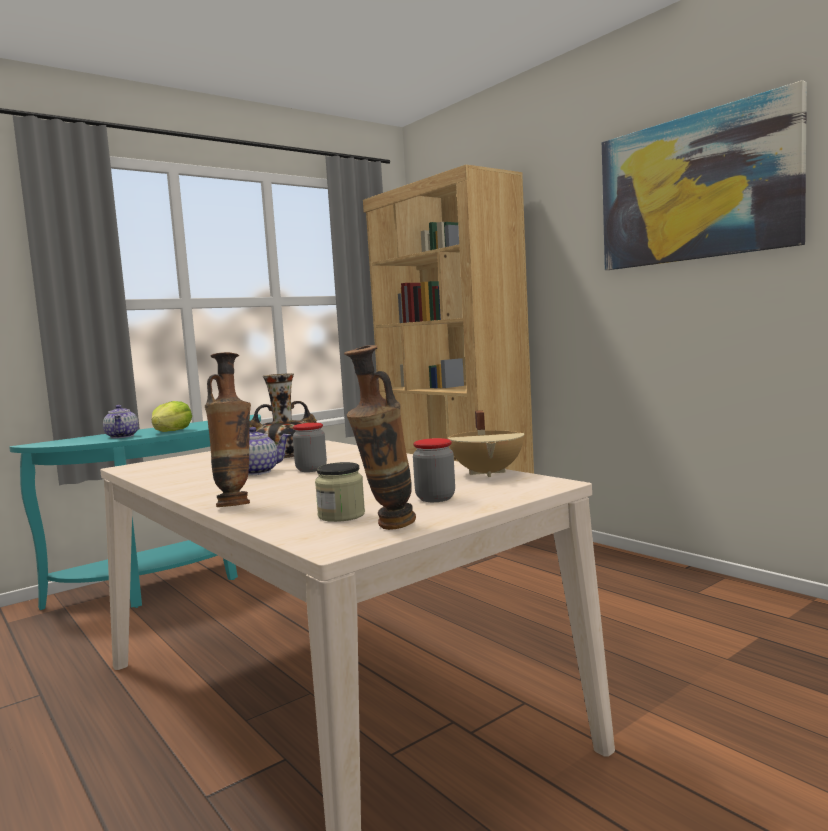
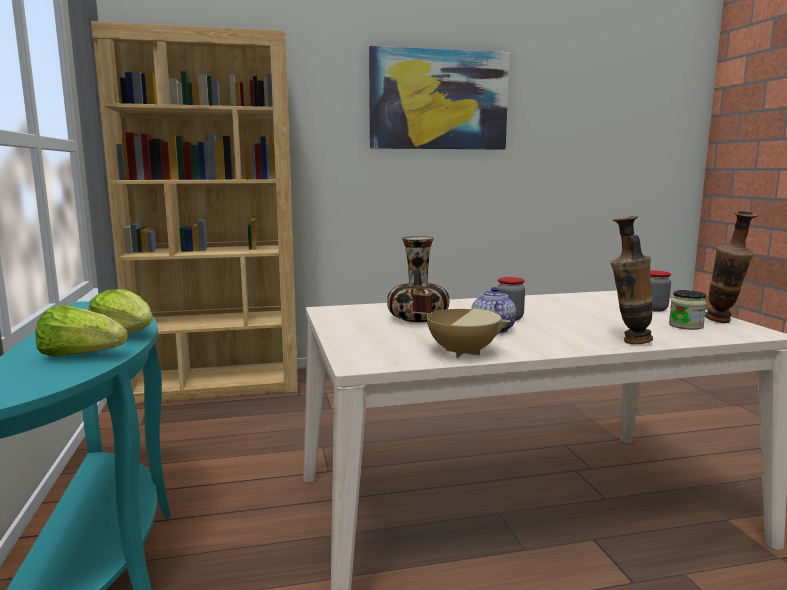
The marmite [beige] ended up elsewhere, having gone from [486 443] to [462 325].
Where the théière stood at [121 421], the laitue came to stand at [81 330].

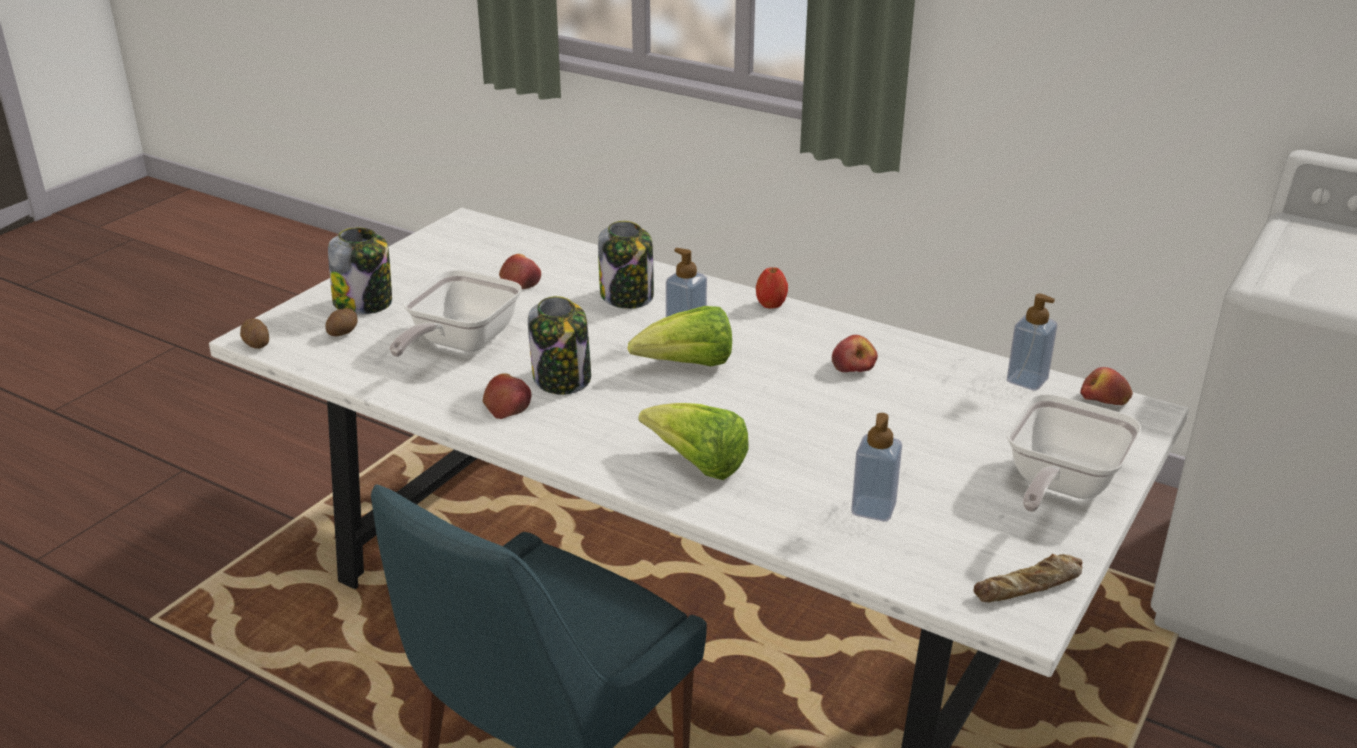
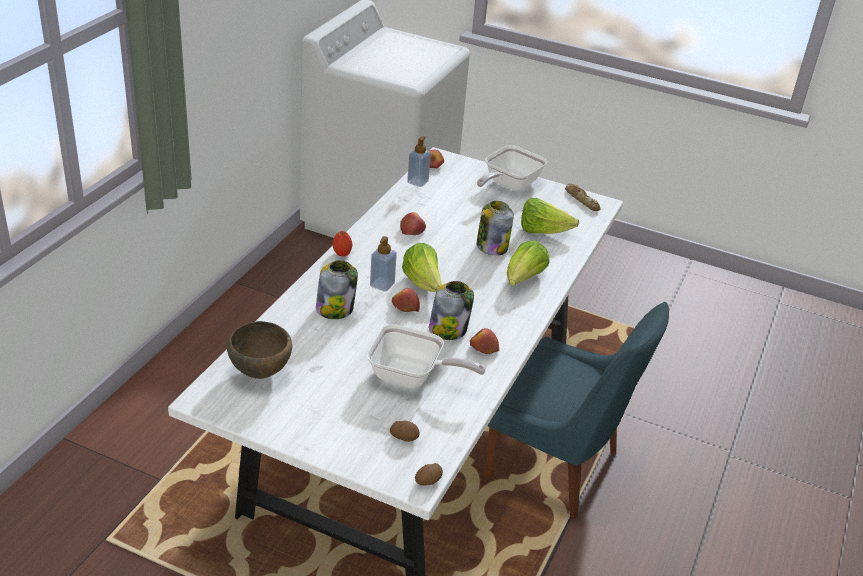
The second view gained the bol [marron] at [259 350].
The bocal ended up elsewhere, having gone from [360 270] to [495 228].
The pomme ended up elsewhere, having gone from [520 271] to [406 300].
Where the distributeur de savon stood at [876 467], the laitue came to stand at [550 216].
The poêle at [1074 453] ended up facing another way, 105 degrees clockwise from before.

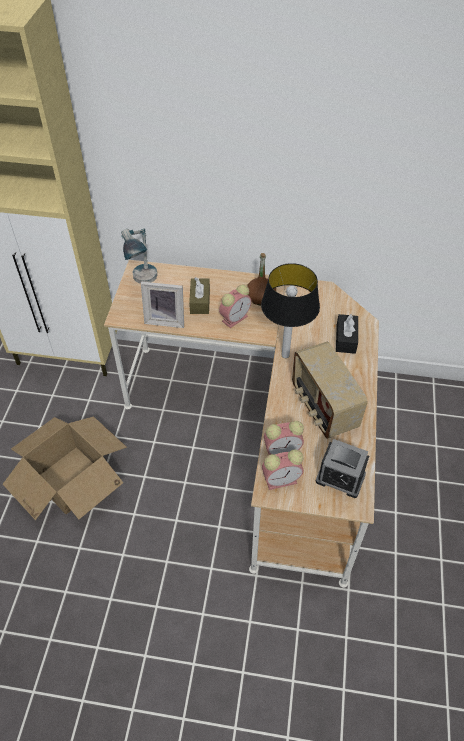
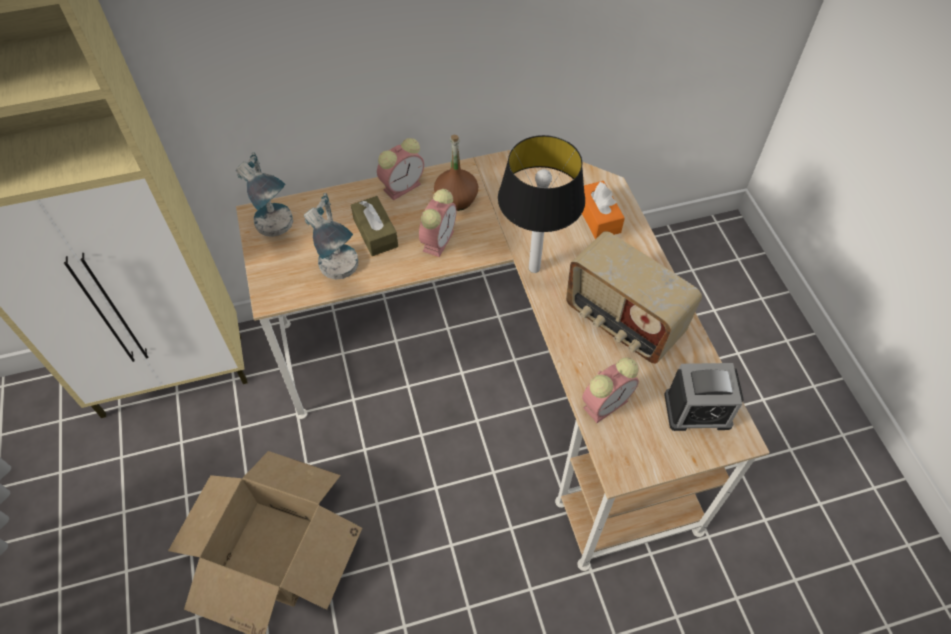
The réveil ended up elsewhere, having gone from [283 470] to [400 169].
Where the cadre photo stood at [162 305], the lampe de table came to stand at [331 236].
What was the boîte à mouchoirs [noir] at [347 334] turned into the boîte à mouchoirs [orange] at [603 210].

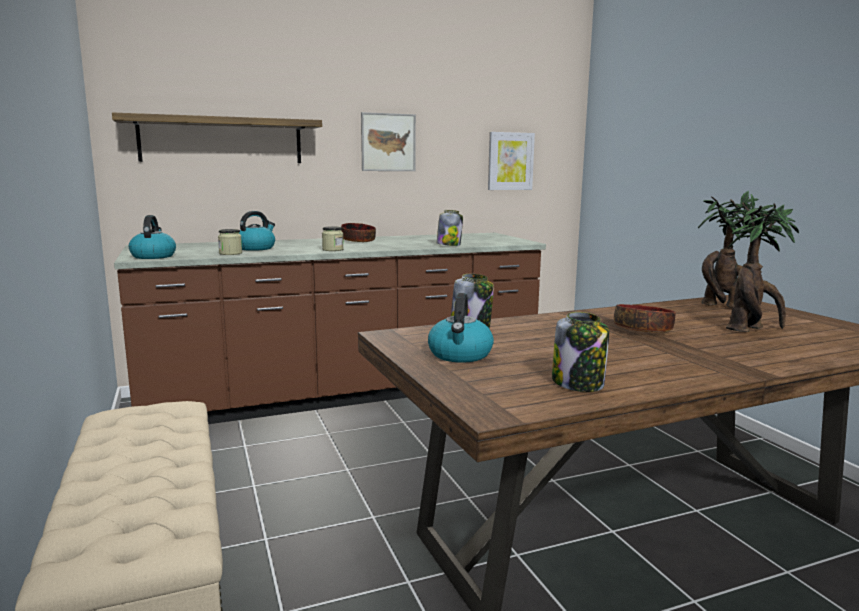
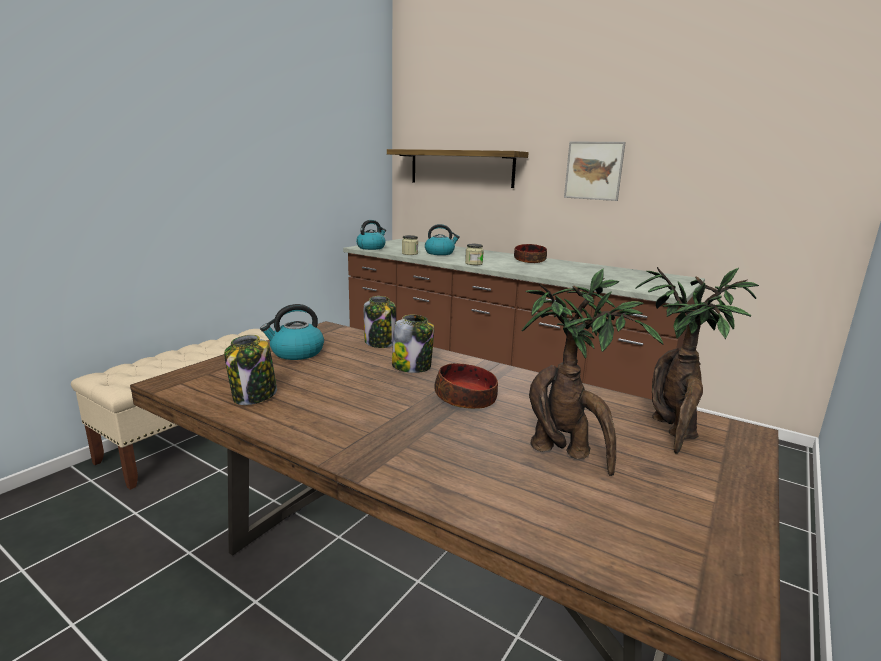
The second view lost the tableau at [511 161].
The bocal ended up elsewhere, having gone from [450 228] to [413 344].

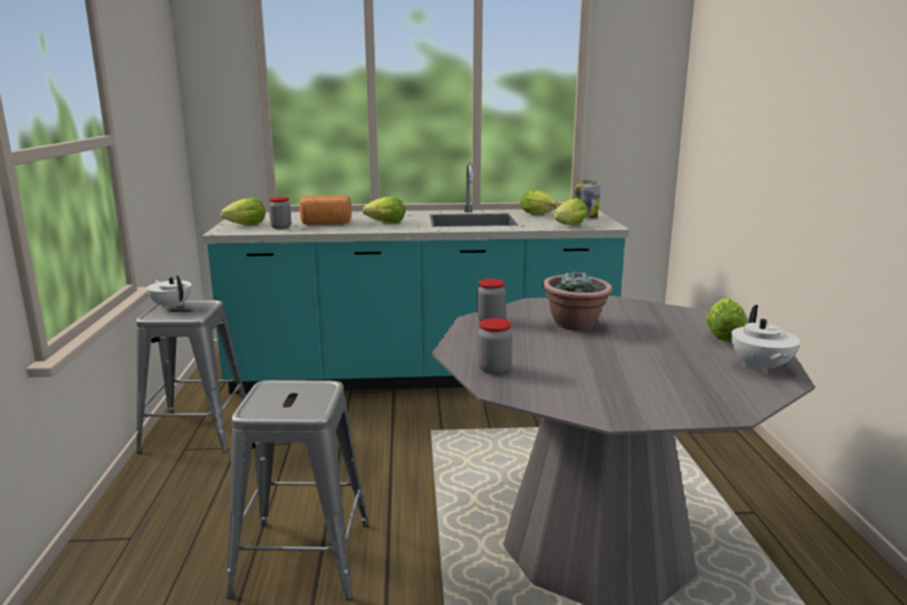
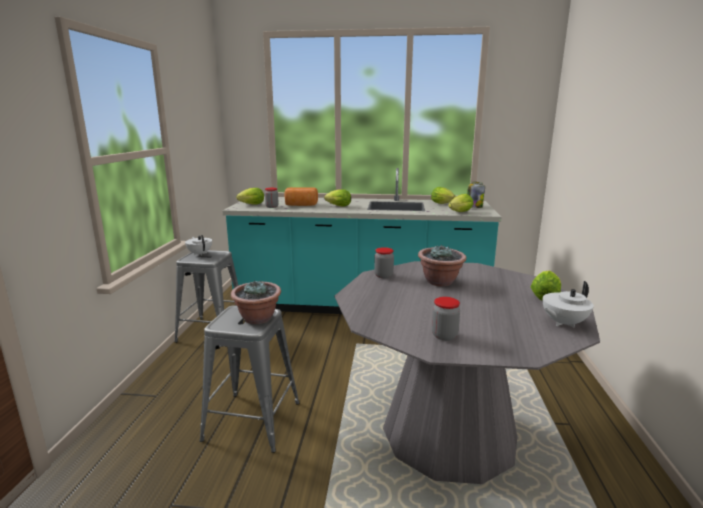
The second view gained the plante en pot at [256 302].
The bocal ended up elsewhere, having gone from [494 346] to [446 319].
The théière [blanc] at [765 339] ended up facing another way, 45 degrees clockwise from before.

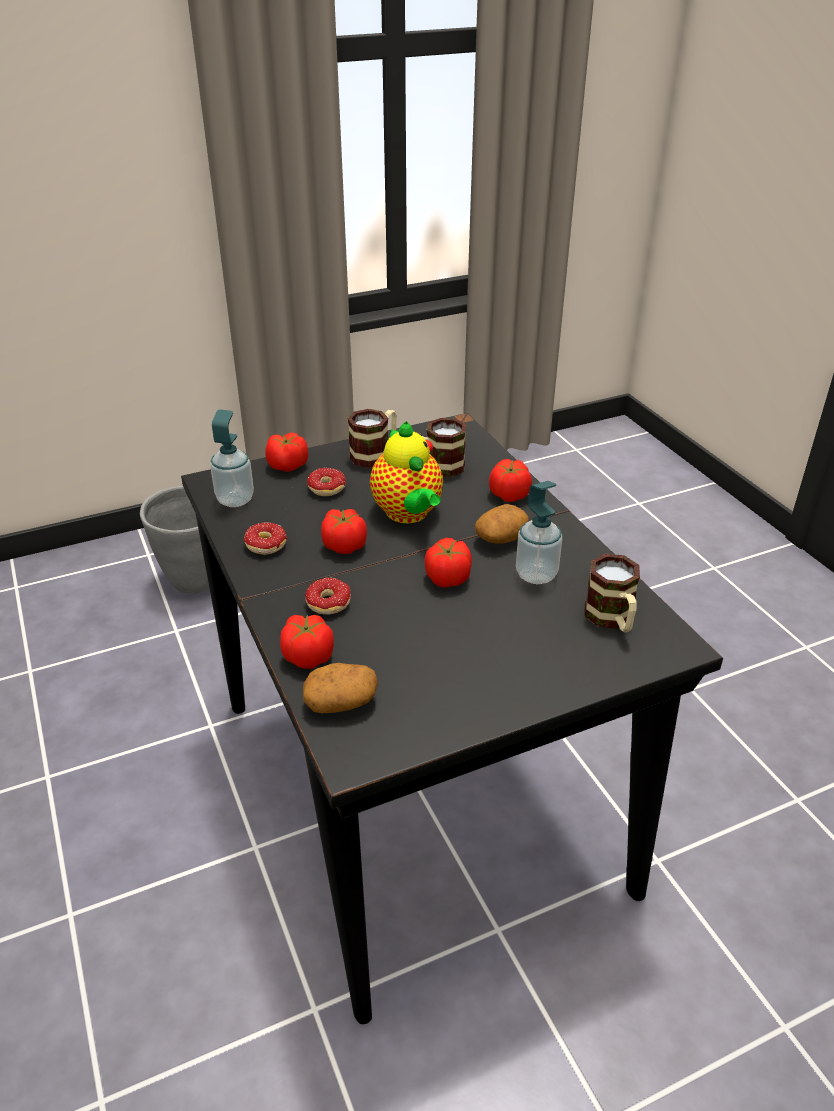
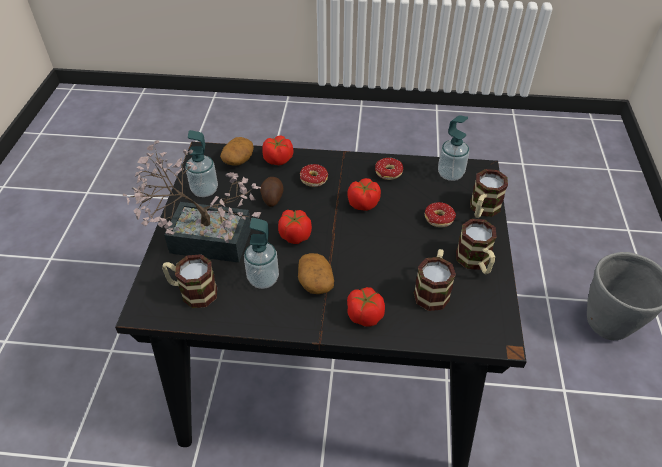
The second view lost the théière at [406 472].
The second view gained the plante en pot at [192 201].
The second view gained the distributeur de savon at [201 163].
The second view gained the pomme de terre at [272 192].
Where the tomate stood at [286 452], the mug came to stand at [489 193].

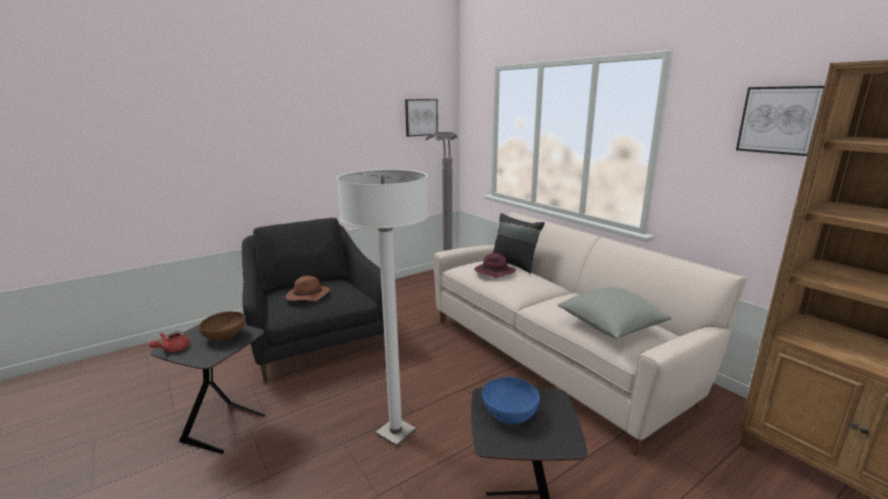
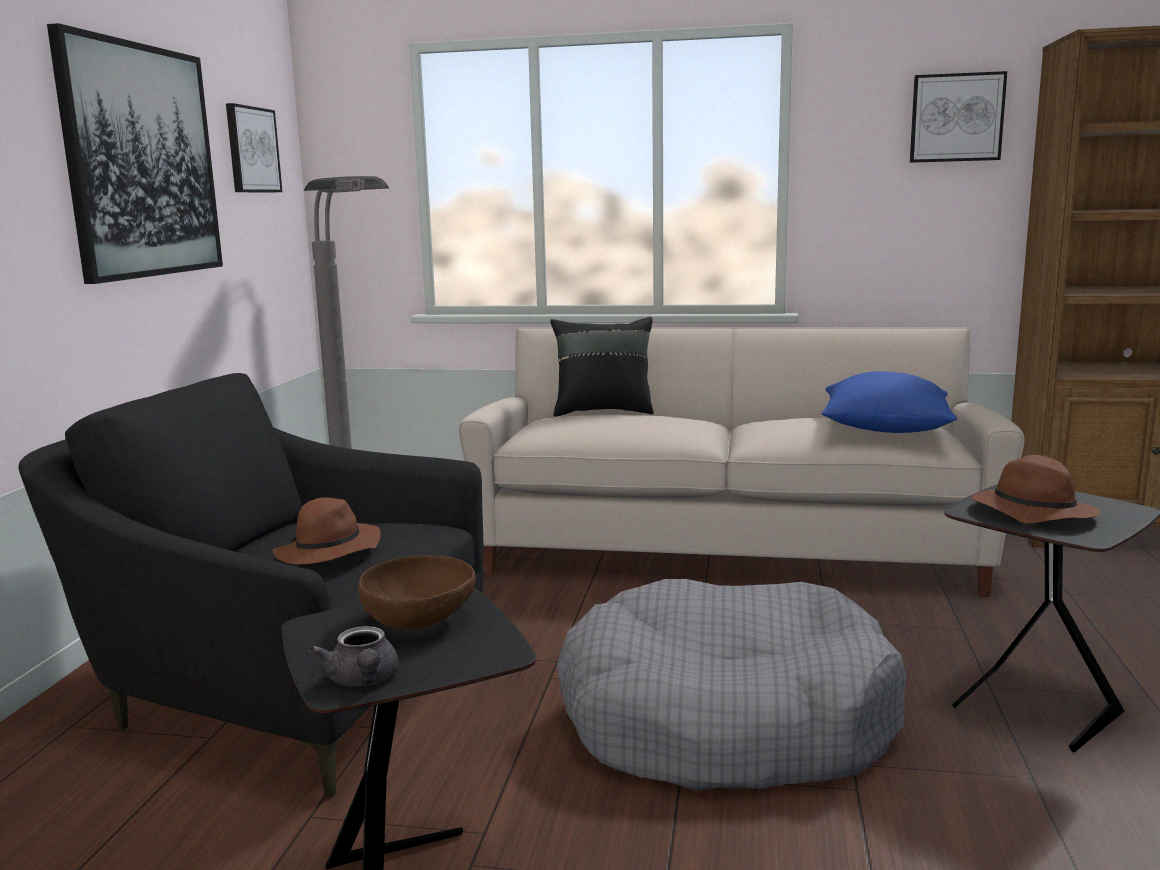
The second view lost the chapeau [violet] at [495 265].
The second view gained the tableau at [135 153].
Where the lampadaire [blanc] stood at [382 308], the panier pour chien [gris] came to stand at [732 685].
Where the bol [bleu] stood at [511 400], the chapeau [marron] came to stand at [1036 489].
What was the théière [rouge] at [169 341] turned into the théière [gris] at [354 656].
What was the coussin [gris] at [614 313] turned into the coussin [bleu] at [889 402].

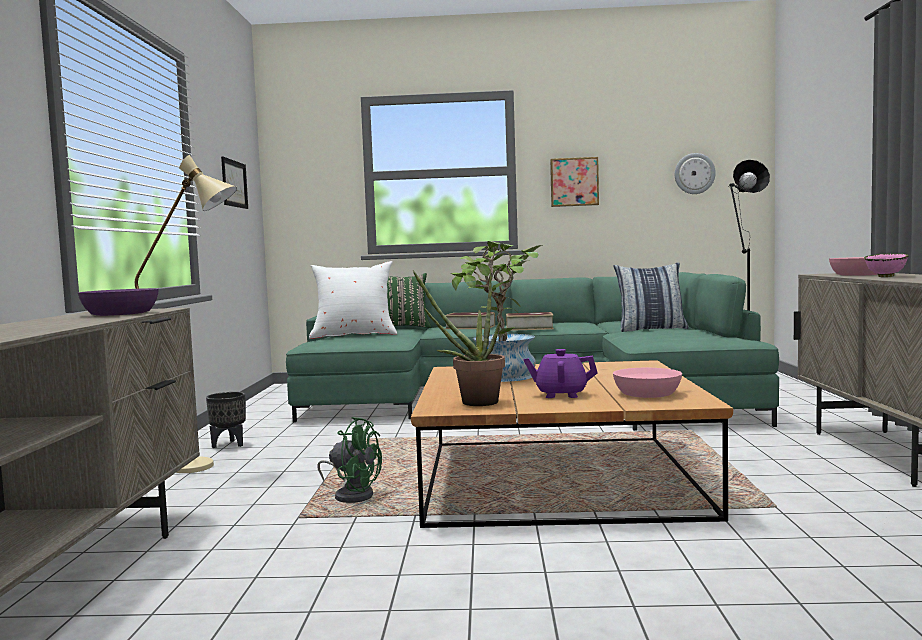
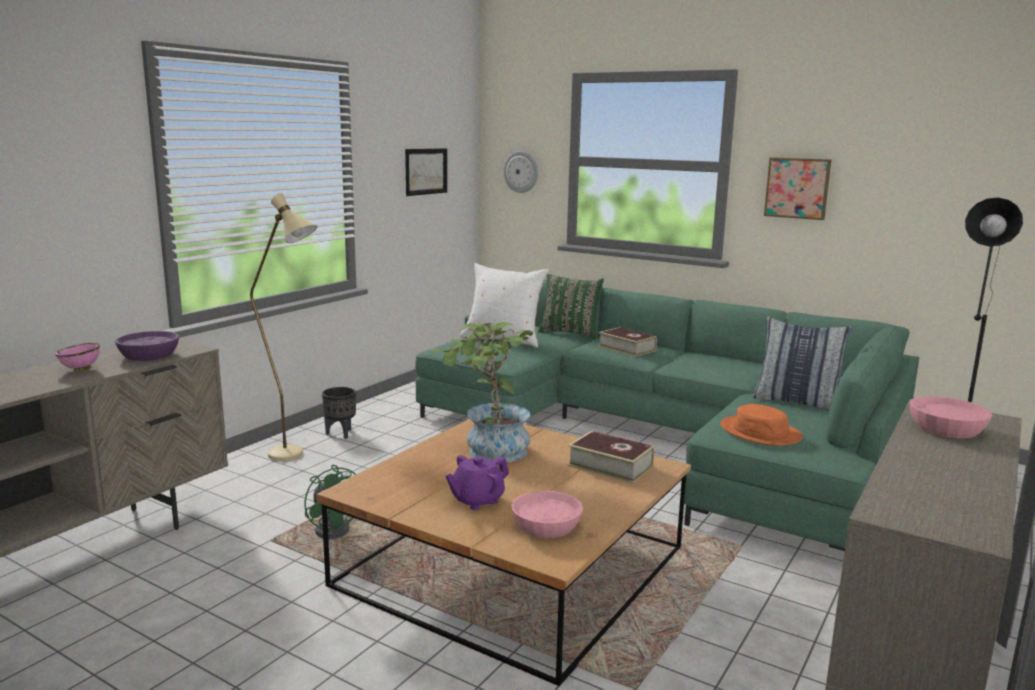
The second view lost the plante en pot at [459 338].
The second view gained the chapeau [orange] at [761 425].
The livre ended up elsewhere, having gone from [530 321] to [611 457].
The horloge murale ended up elsewhere, having gone from [695 173] to [520 172].
The bol [rose] ended up elsewhere, having gone from [886 265] to [77 357].
The théière [violet] at [560 373] ended up facing another way, 75 degrees counterclockwise from before.

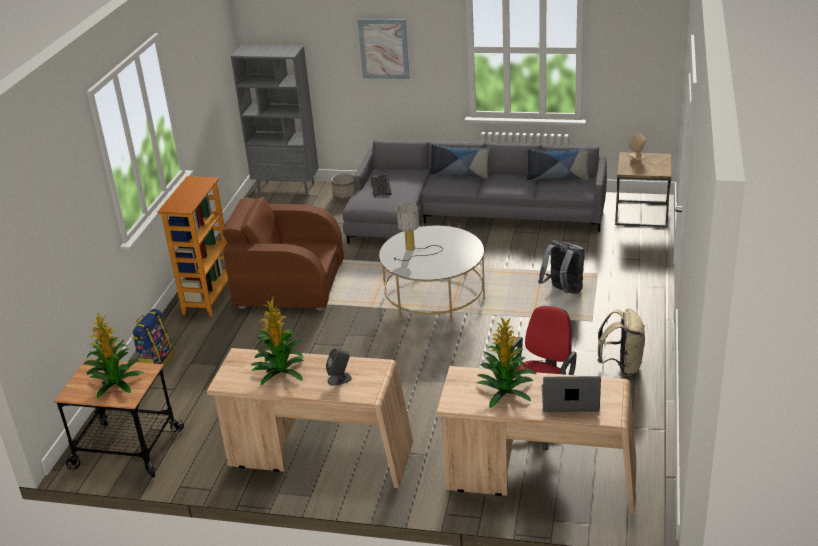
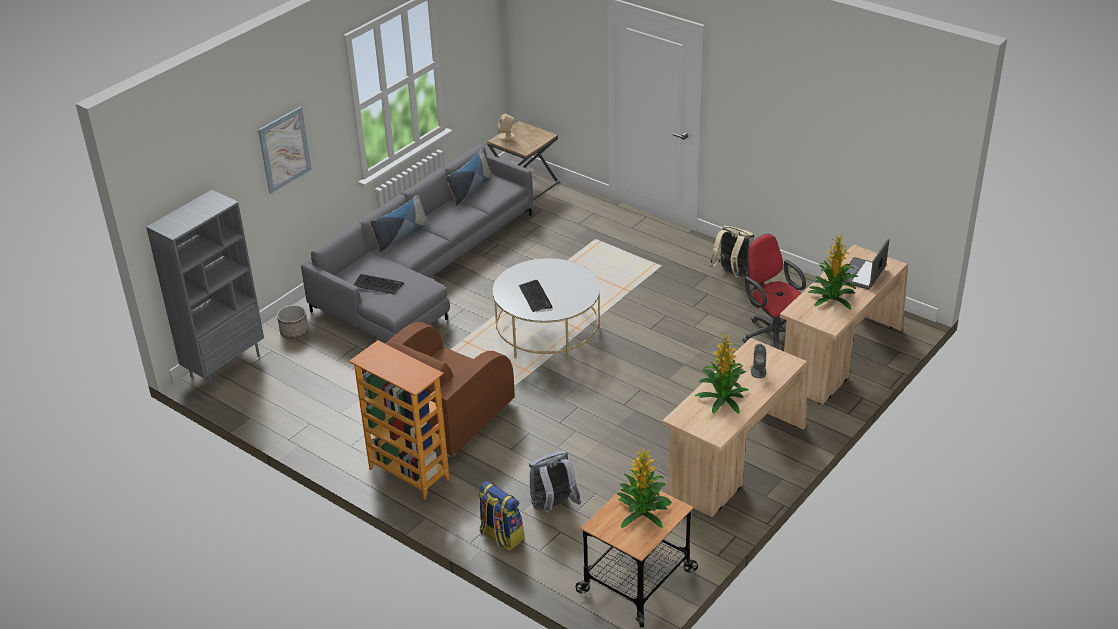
The sac à dos [gris] ended up elsewhere, having gone from [561 267] to [555 483].
Where the lampe de table stood at [418 232], the clavier came to stand at [535 296].

